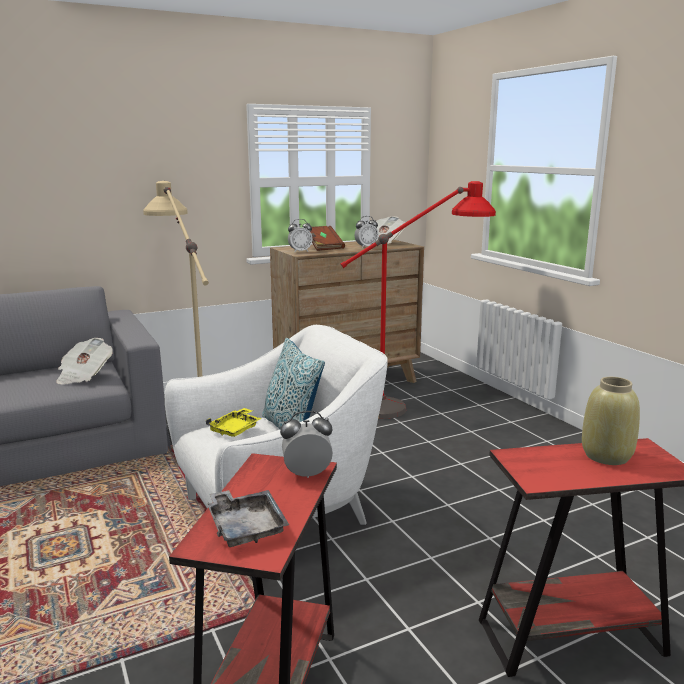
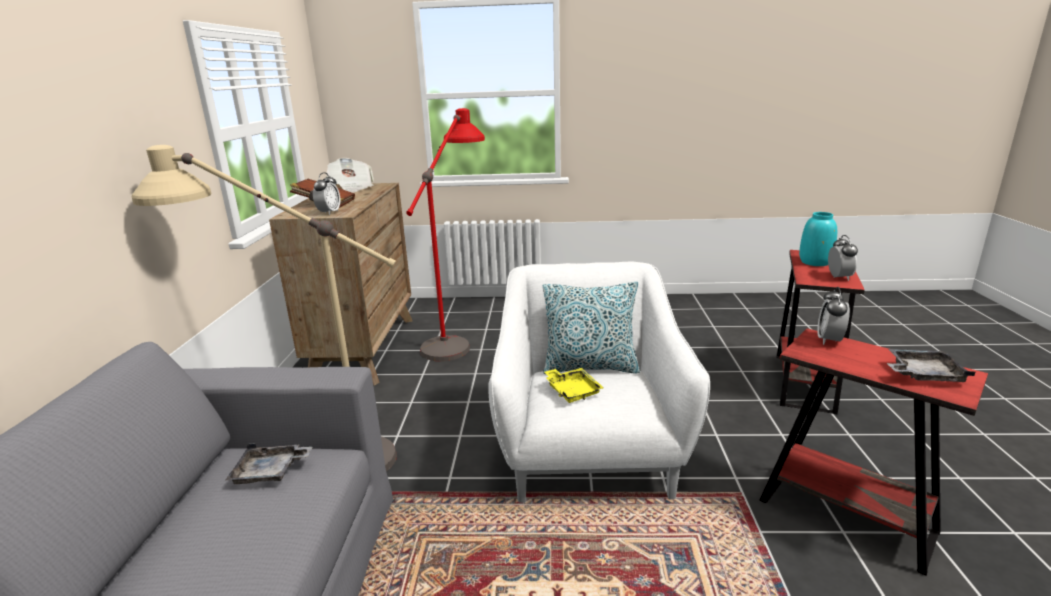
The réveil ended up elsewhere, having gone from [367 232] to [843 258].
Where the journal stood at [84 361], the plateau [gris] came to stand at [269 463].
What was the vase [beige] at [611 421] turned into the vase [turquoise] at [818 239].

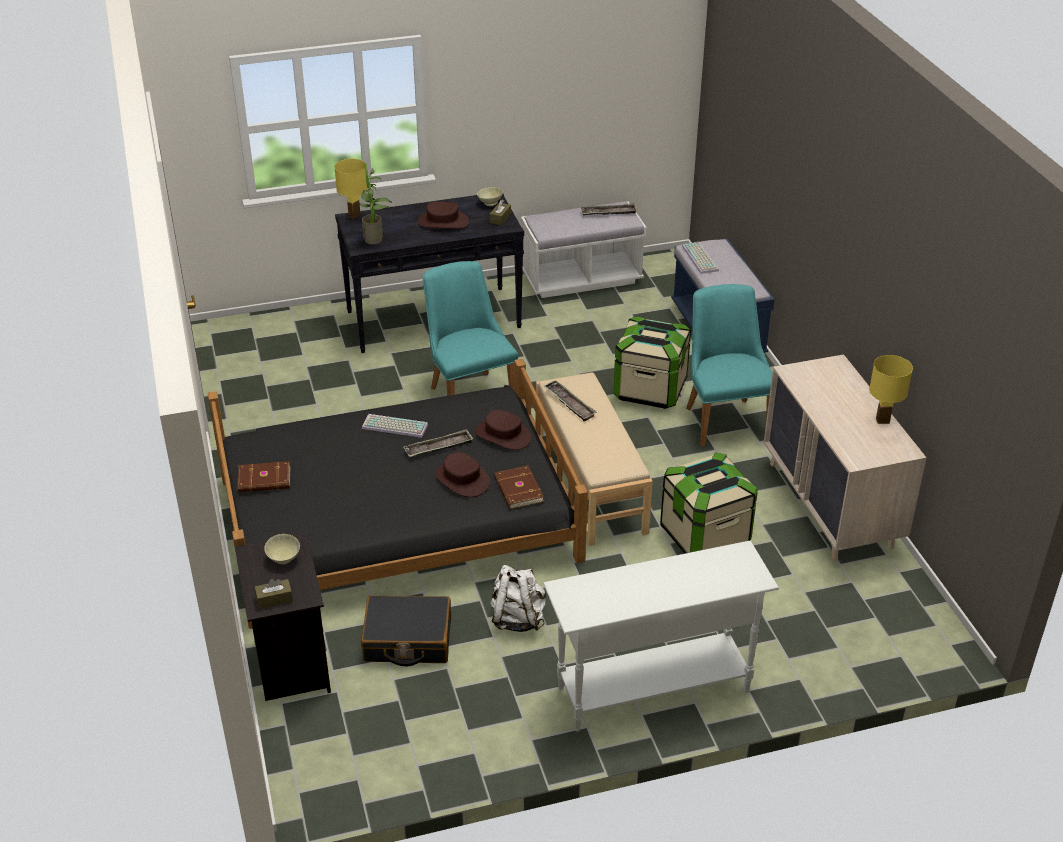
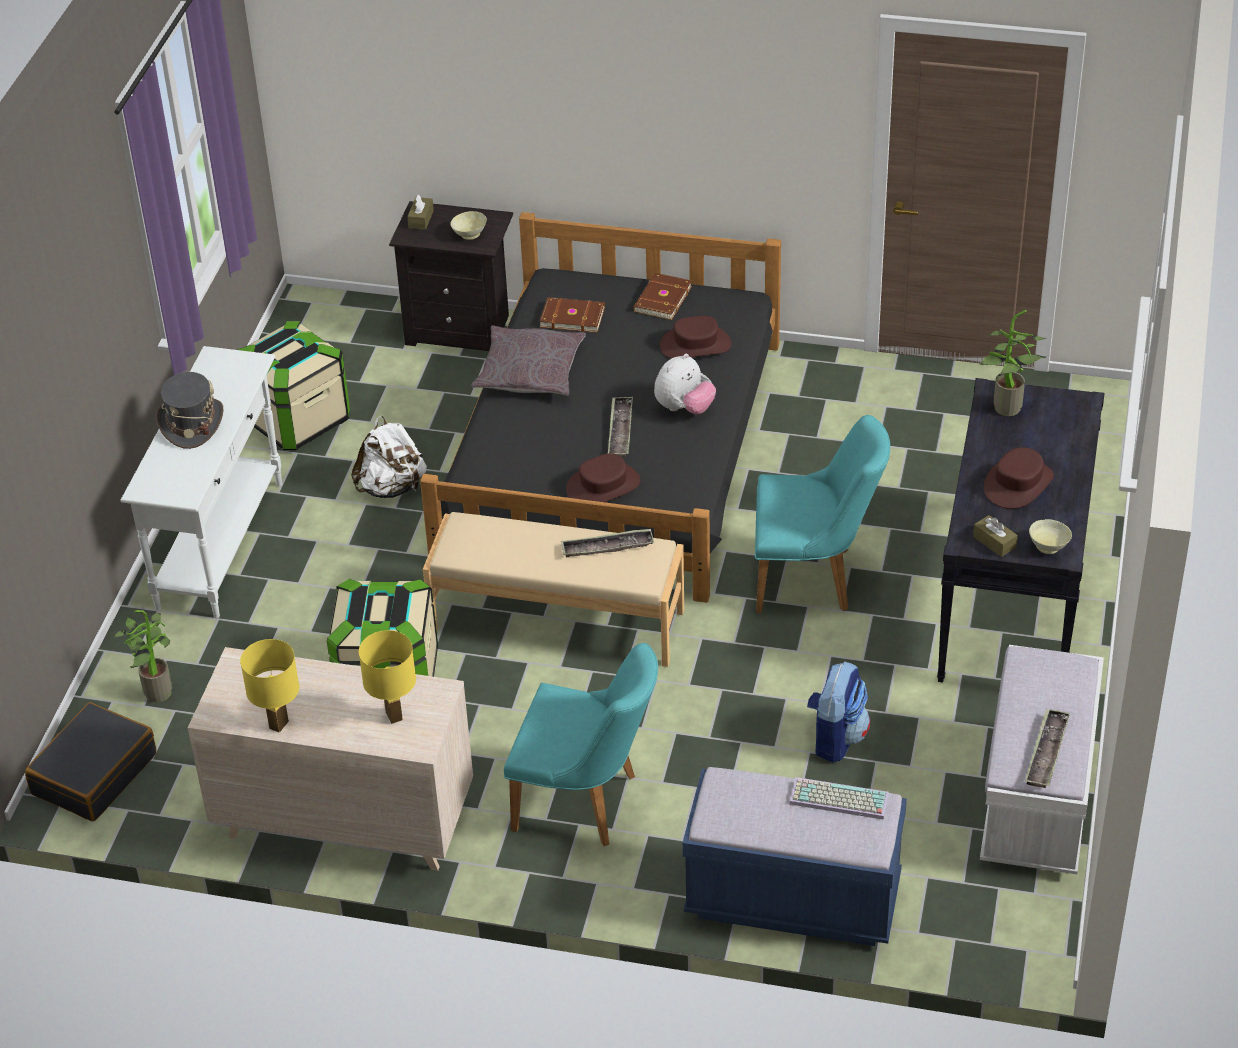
The second view gained the plante en pot at [143 656].
The second view gained the chapeau [gris] at [189 410].
The second view gained the coussin [gris] at [529 360].
The second view gained the sac à dos at [838 712].
The lampe de table [jaune] ended up elsewhere, having gone from [350 189] to [387 677].
The valise [noir] ended up elsewhere, having gone from [406 630] to [90 762].
The chapeau [marron] ended up elsewhere, having gone from [462 474] to [695 337].
The livre [marron] ended up elsewhere, having gone from [519 487] to [572 315].
The boîte de rangement ended up elsewhere, having gone from [652 362] to [293 385].
Where the clavier stood at [395 426], the peluche came to stand at [685 383].

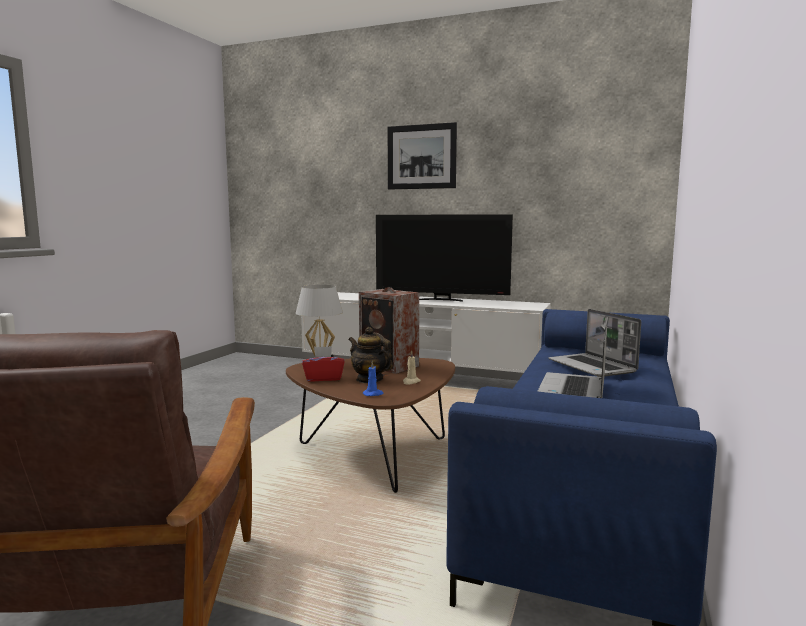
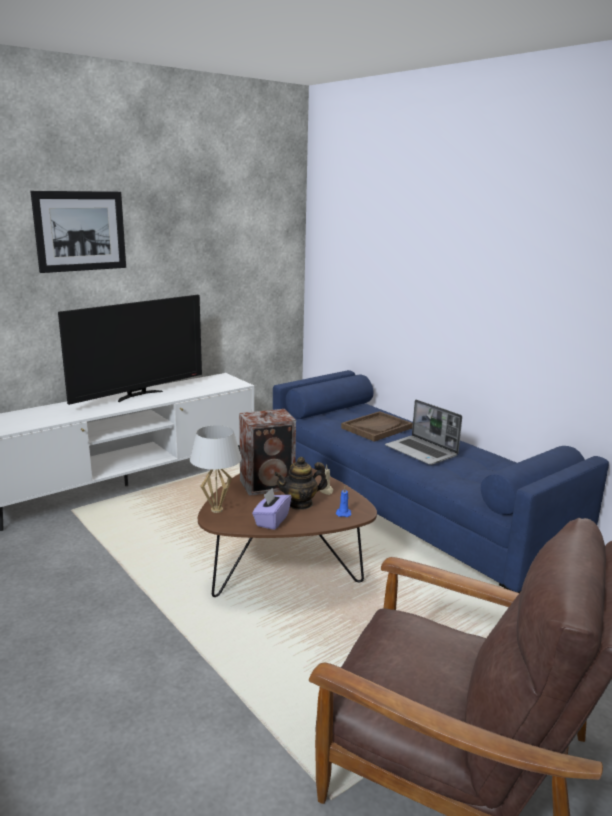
Where the ordinateur portable stood at [594 343], the plateau [marron] came to stand at [377 426].
What was the boîte à mouchoirs [rouge] at [323 364] turned into the boîte à mouchoirs [violet] at [271 509].

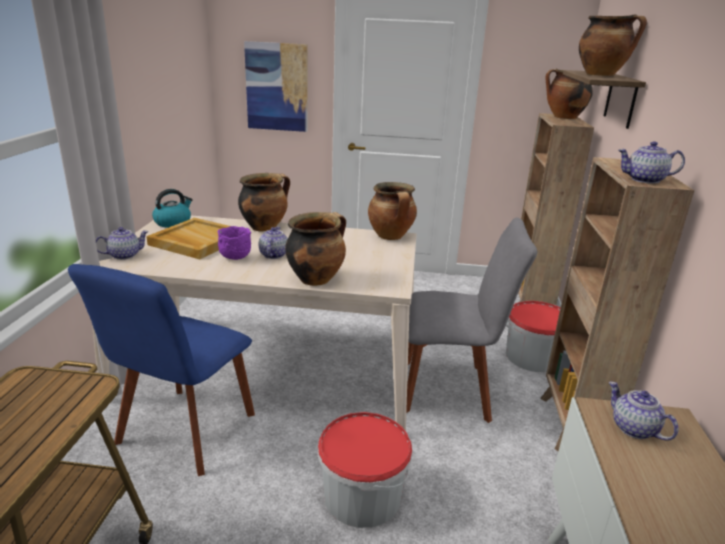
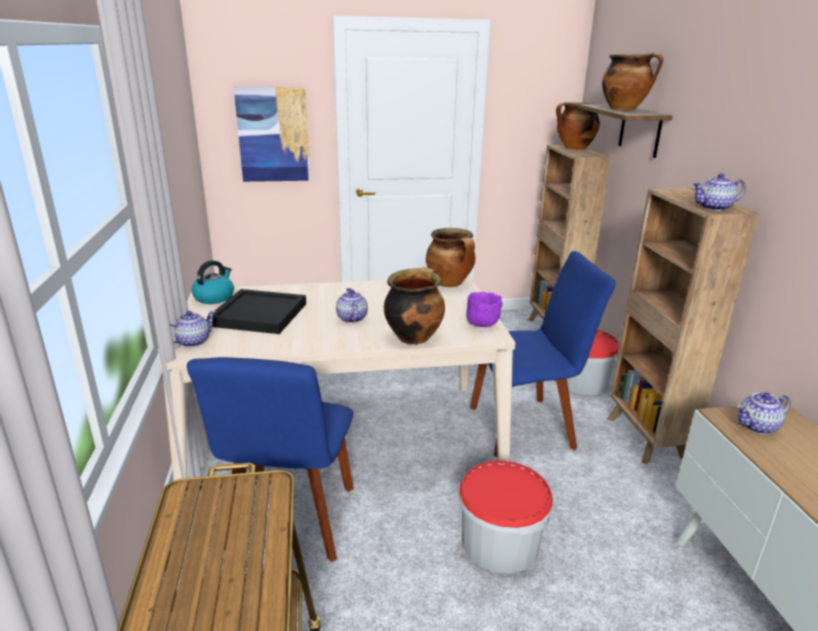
The second view lost the marmite at [264 202].
The bol [violet] ended up elsewhere, having gone from [234 243] to [484 309].
What was the plateau [beige] at [188 238] turned into the plateau [noir] at [256 311].
What was the chaise [gris] at [471 320] turned into the chaise [bleu] at [543 354].
The théière at [644 411] ended up facing another way, 60 degrees counterclockwise from before.

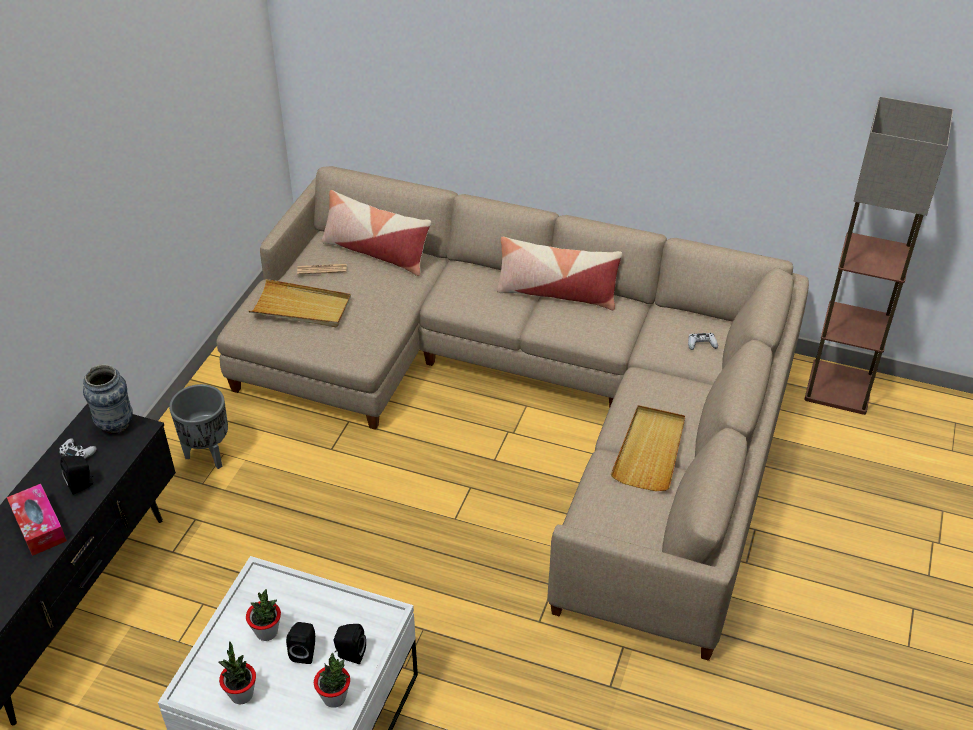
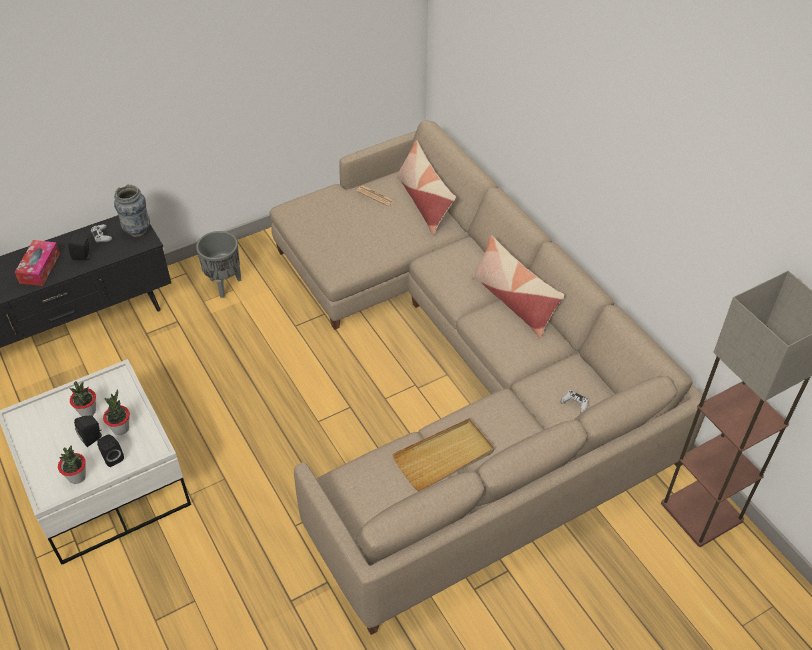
The second view lost the plateau [beige] at [300 303].
The plante en pot ended up elsewhere, having gone from [237 673] to [116 412].

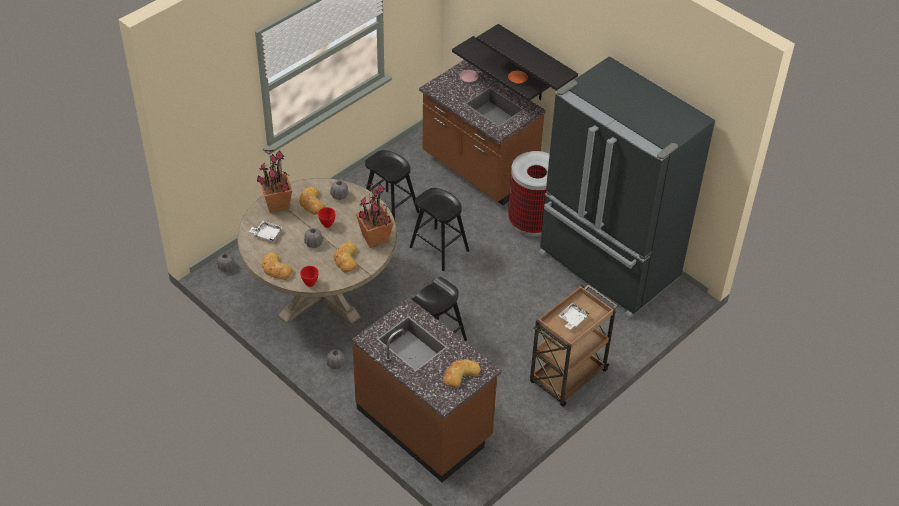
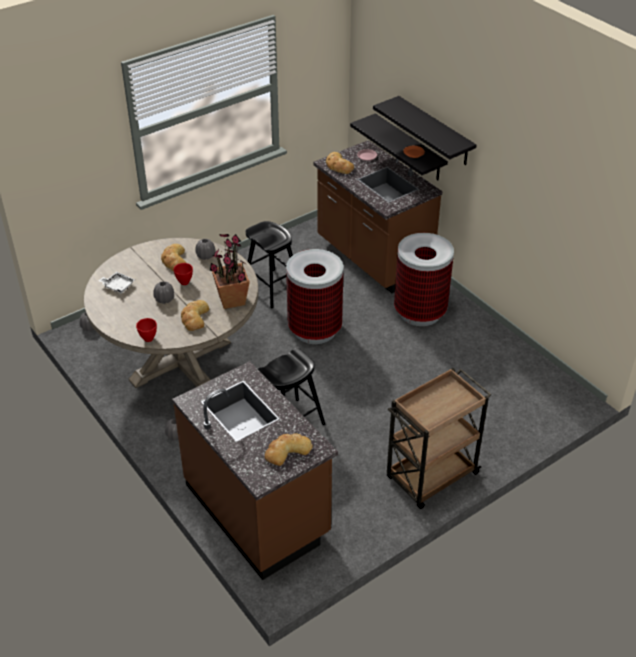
The second view lost the plante en pot at [274 181].
The second view lost the réfrigérateur [noir] at [627 187].
The second view lost the plateau [blanc] at [573 316].
The pain ended up elsewhere, having gone from [277 266] to [340 163].
Where the tabouret [noir] stood at [439 229], the poubelle came to stand at [314 296].

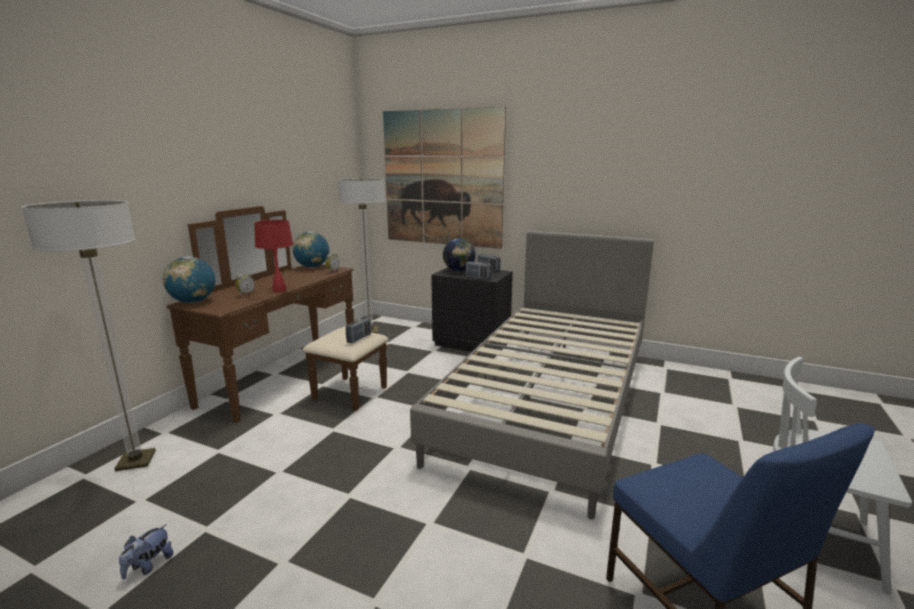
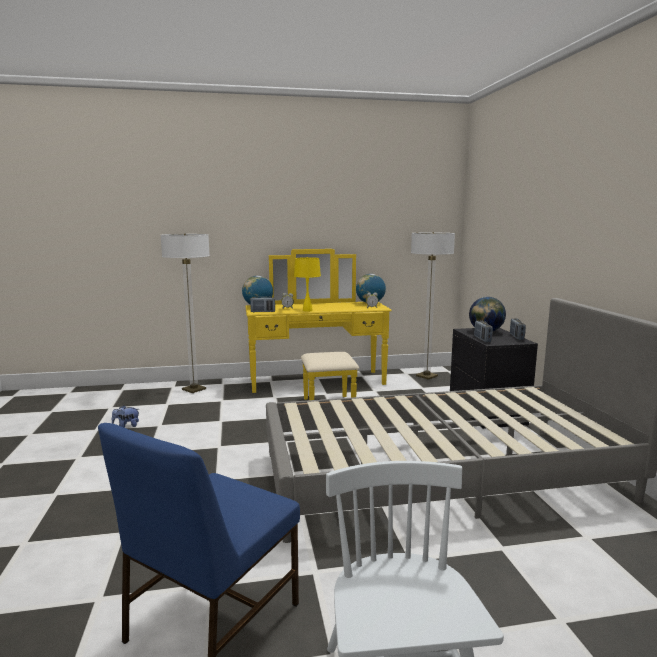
The second view lost the tableau at [444 178].
The radio ended up elsewhere, having gone from [358 330] to [262 304].
What was the commode [marron] at [278 314] turned into the commode [jaune] at [318 324].
What was the lampe de table [rouge] at [273 256] turned into the lampe de table [jaune] at [307 284].

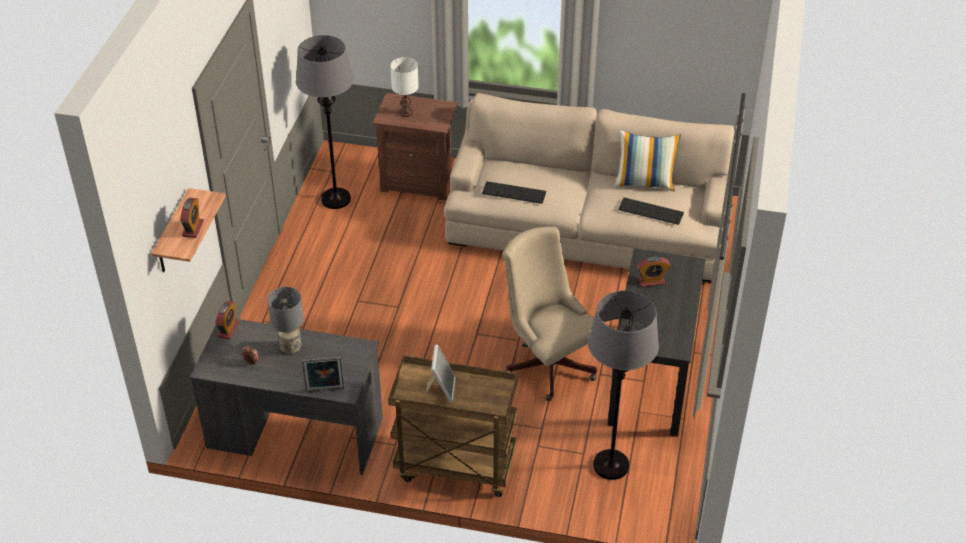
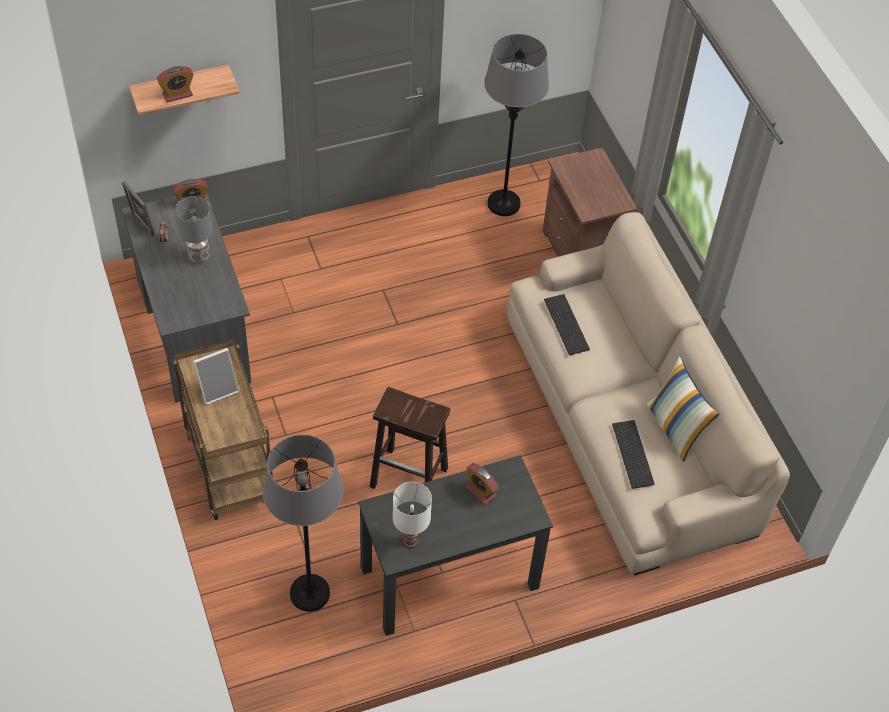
The cadre photo ended up elsewhere, having gone from [323 374] to [138 208].
The lampe de table [blanc] ended up elsewhere, having gone from [404 87] to [412 515].
Where the chaise de bureau [beige] stood at [550 313], the tabouret [marron] came to stand at [410 438].

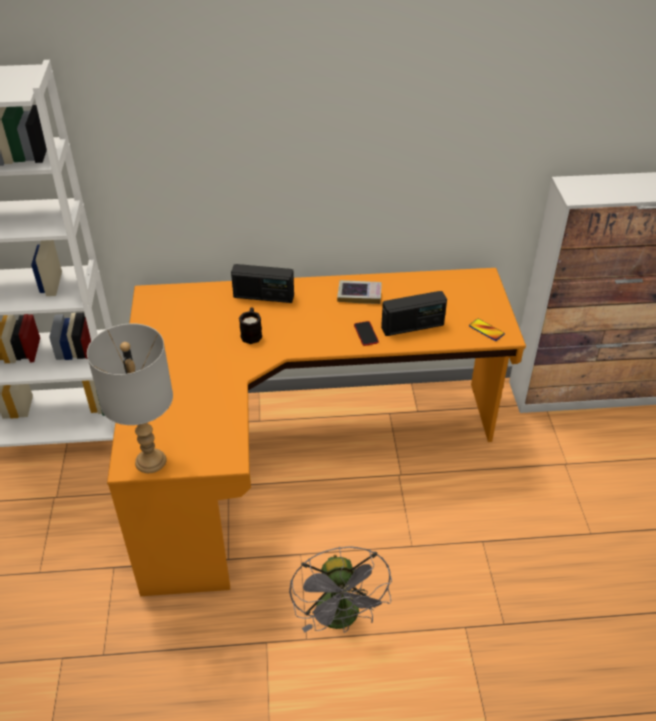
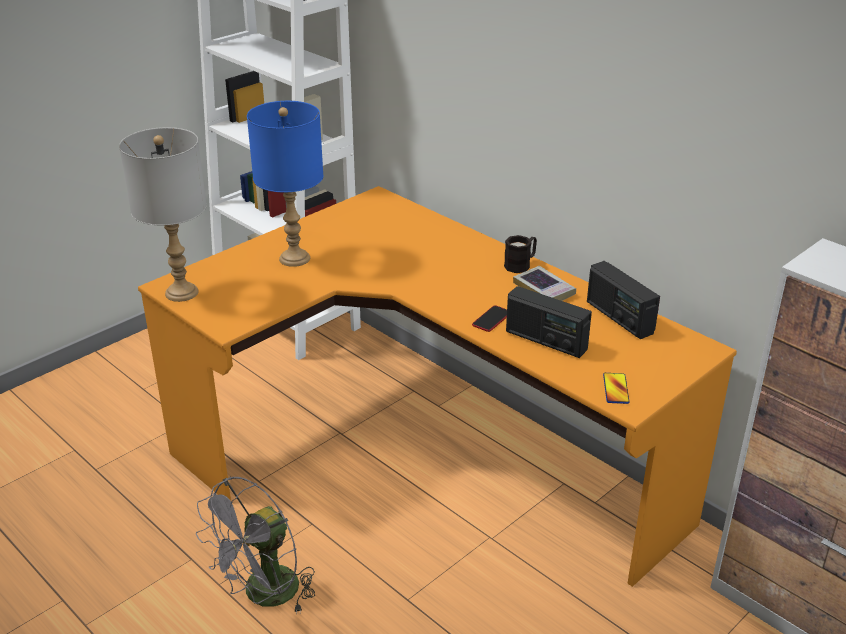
The second view gained the lampe de table [bleu] at [285 184].
The radio ended up elsewhere, having gone from [262 283] to [623 300].
The mug [noir] ended up elsewhere, having gone from [250 326] to [520 254].

